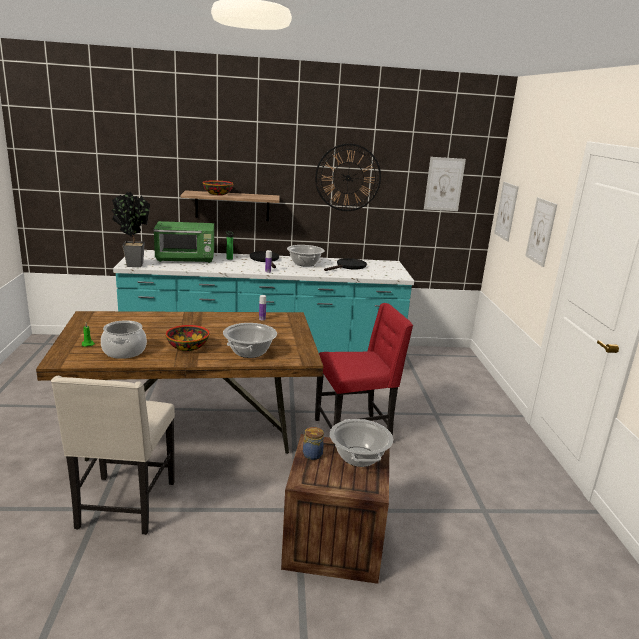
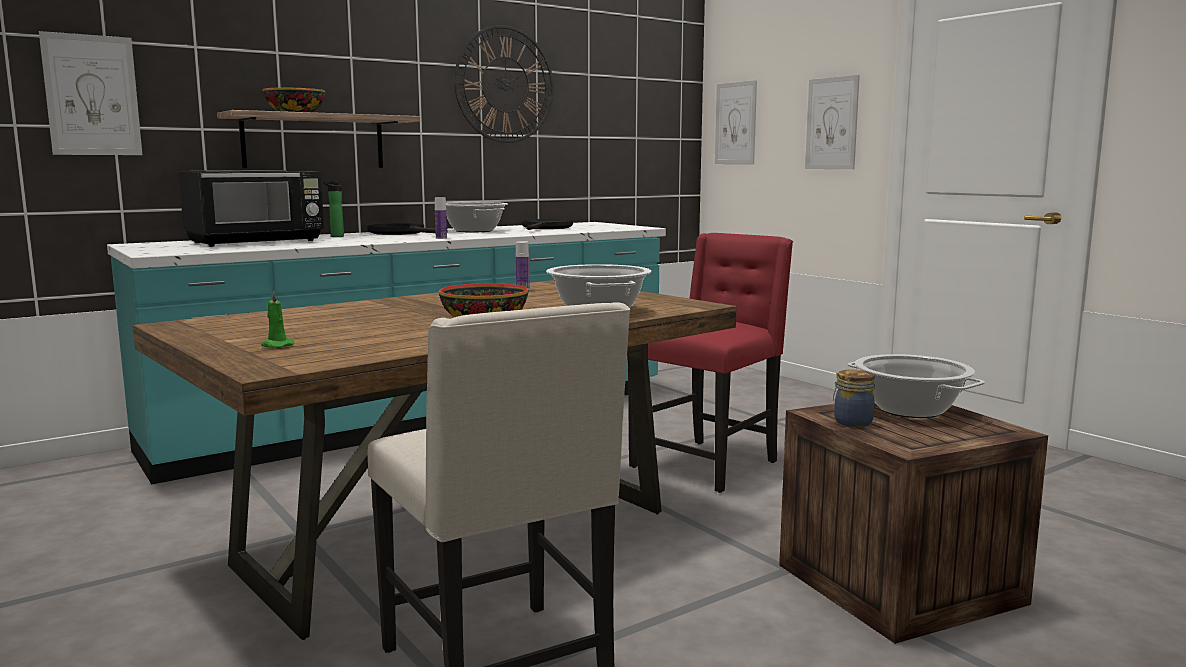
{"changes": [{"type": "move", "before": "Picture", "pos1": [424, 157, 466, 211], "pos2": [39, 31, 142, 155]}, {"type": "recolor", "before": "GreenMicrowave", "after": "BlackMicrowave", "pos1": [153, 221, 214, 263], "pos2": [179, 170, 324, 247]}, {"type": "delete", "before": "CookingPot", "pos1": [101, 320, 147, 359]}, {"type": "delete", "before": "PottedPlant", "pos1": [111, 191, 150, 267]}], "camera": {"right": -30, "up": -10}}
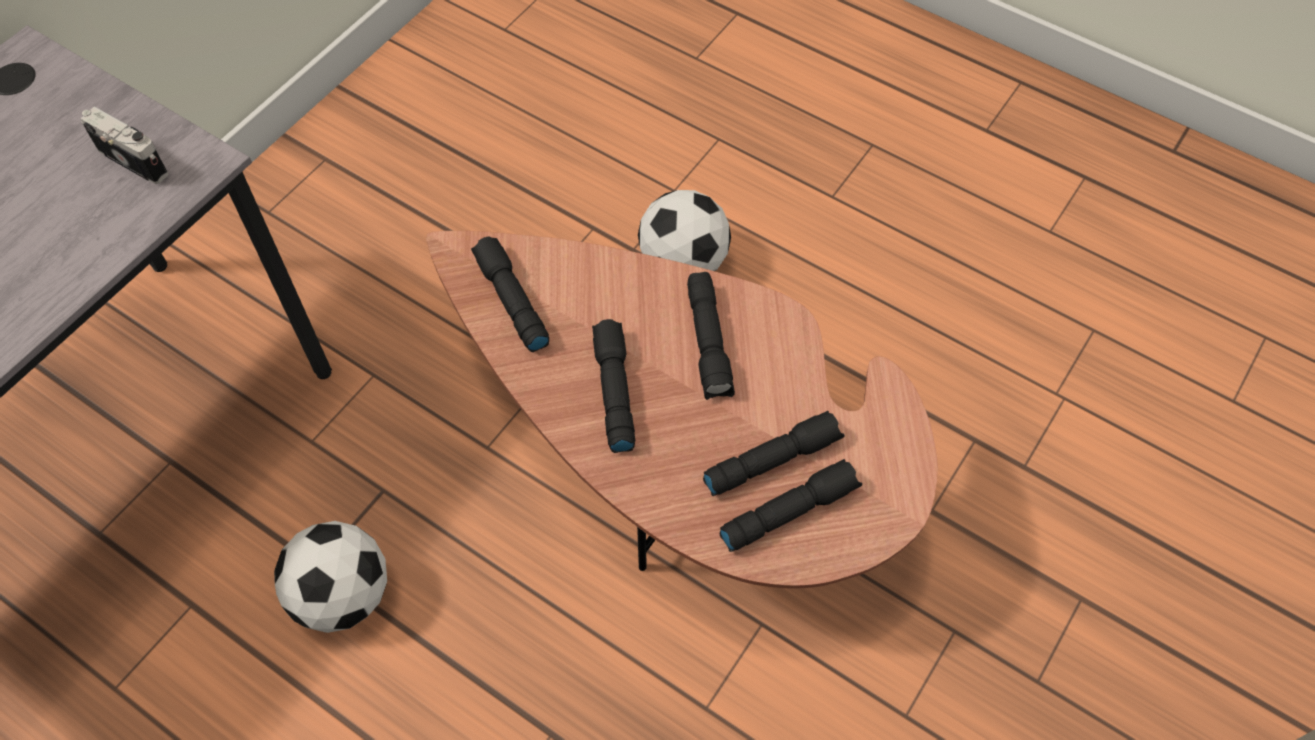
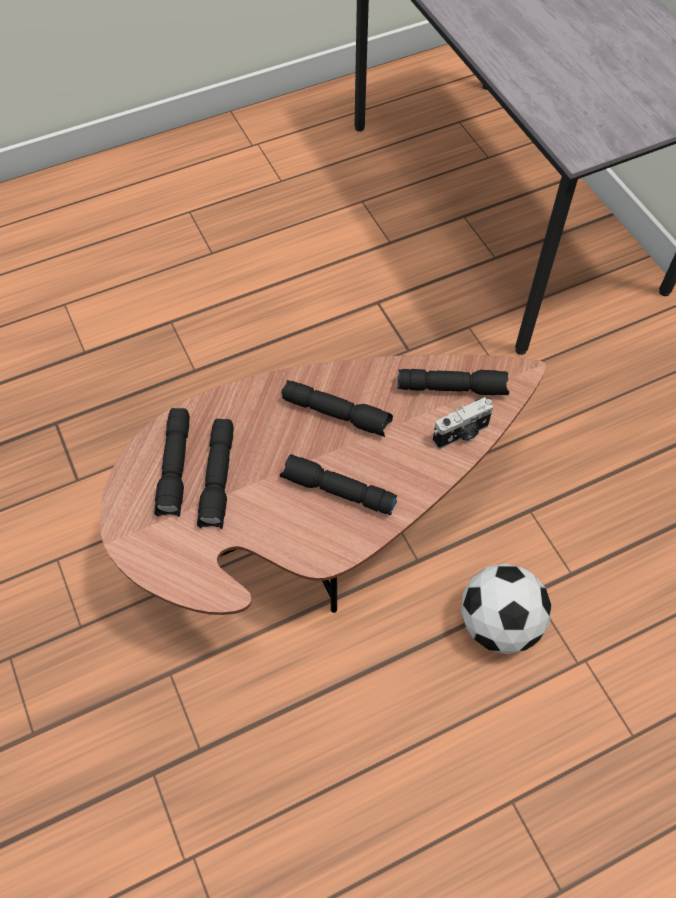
{"changes": [{"type": "move", "before": "PhotoCamera", "pos1": [80, 106, 168, 184], "pos2": [433, 397, 493, 449]}, {"type": "delete", "before": "Football", "pos1": [274, 521, 387, 633]}], "camera": {"right": 120, "up": 0}}
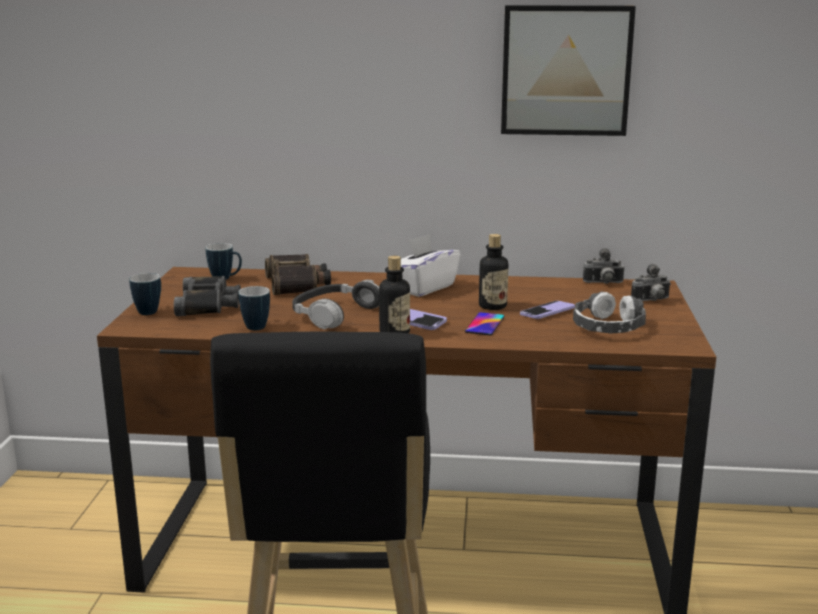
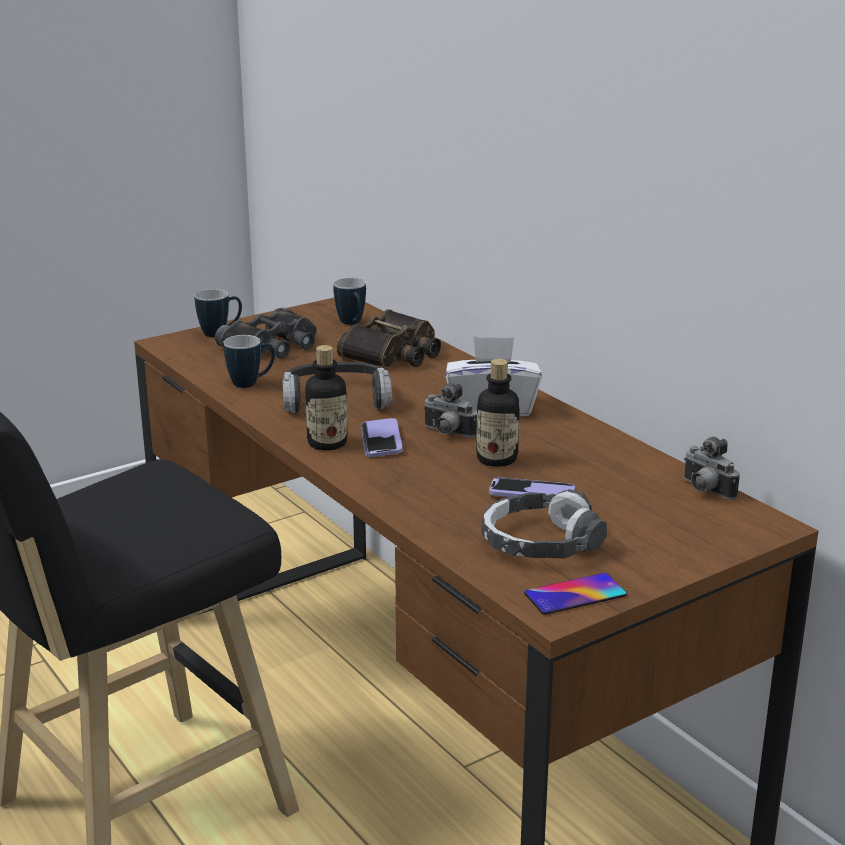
{"changes": [{"type": "move", "before": "PhotoCamera", "pos1": [631, 264, 671, 301], "pos2": [423, 383, 477, 438]}, {"type": "move", "before": "Phone", "pos1": [465, 312, 504, 335], "pos2": [524, 573, 627, 615]}, {"type": "delete", "before": "Picture", "pos1": [501, 5, 636, 136]}], "camera": {"right": 50, "up": 5}}
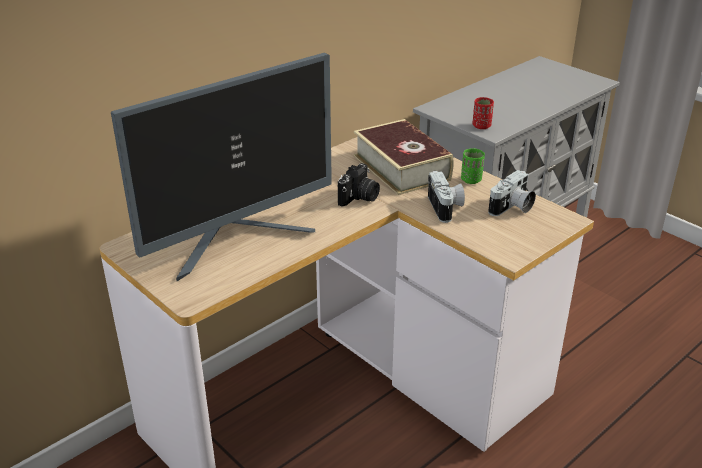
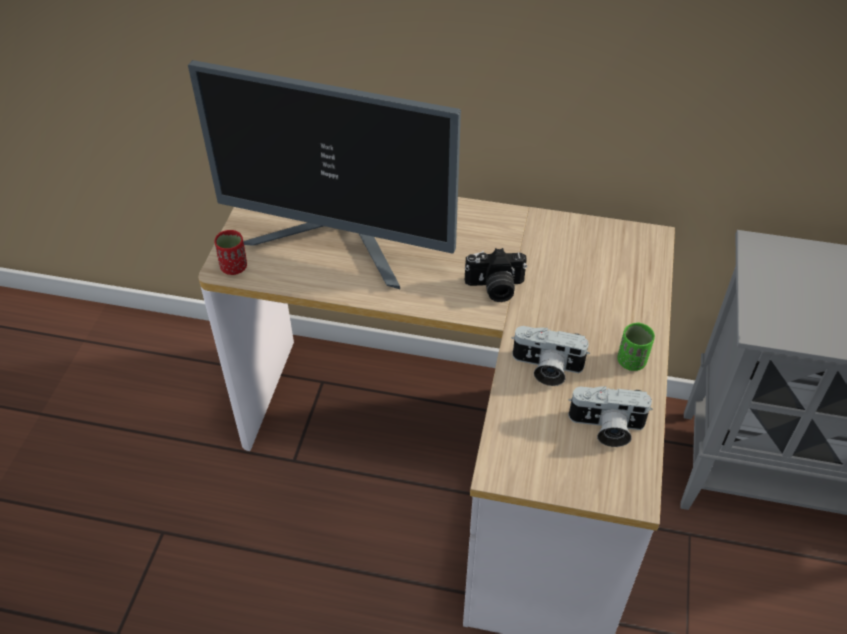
{"changes": [{"type": "move", "before": "RedCup", "pos1": [473, 97, 494, 129], "pos2": [214, 230, 247, 275]}, {"type": "rotate", "before": "PhotoCamera", "pos1": [428, 171, 465, 223], "pos2": [512, 326, 590, 386], "turn": 60}, {"type": "delete", "before": "Book", "pos1": [354, 119, 453, 195]}], "camera": {"right": 55, "up": 15}}
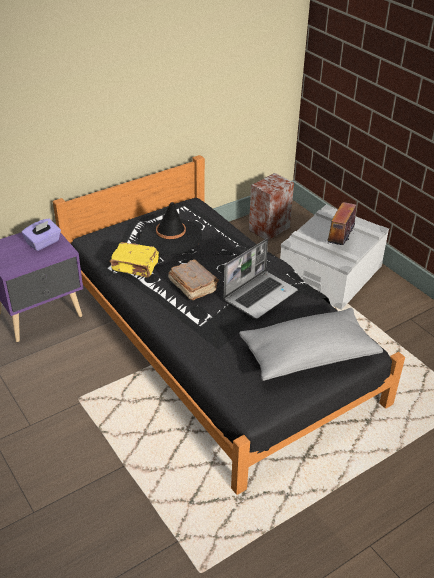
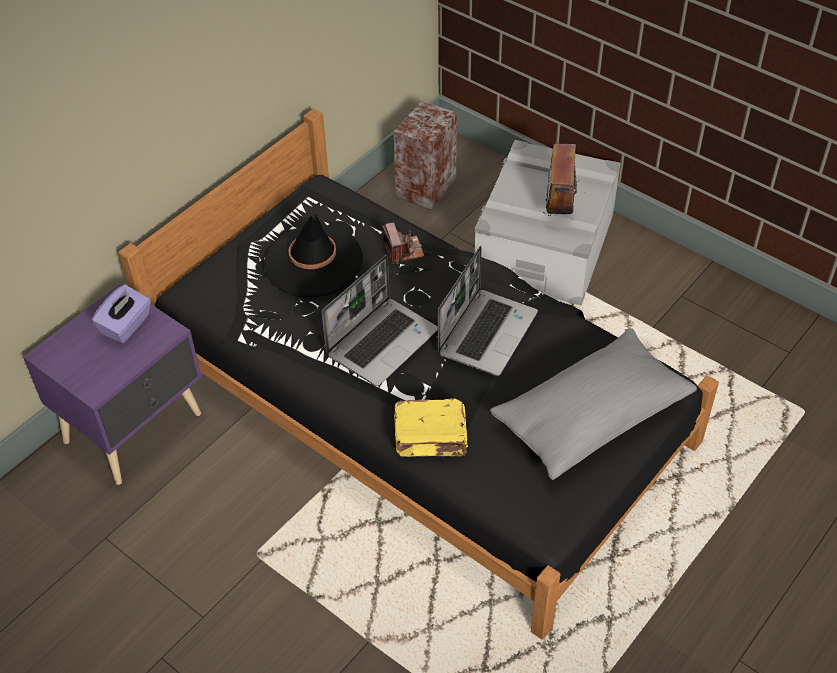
{"changes": [{"type": "replace", "before": "BrownBook", "after": "Laptop", "pos1": [168, 259, 219, 300], "pos2": [322, 255, 438, 386]}, {"type": "insert", "after": "PhotoCamera", "pos2": [382, 223, 424, 264]}, {"type": "move", "before": "YellowBook", "pos1": [110, 242, 159, 278], "pos2": [394, 398, 468, 457]}], "camera": {"right": -15, "up": 10}}
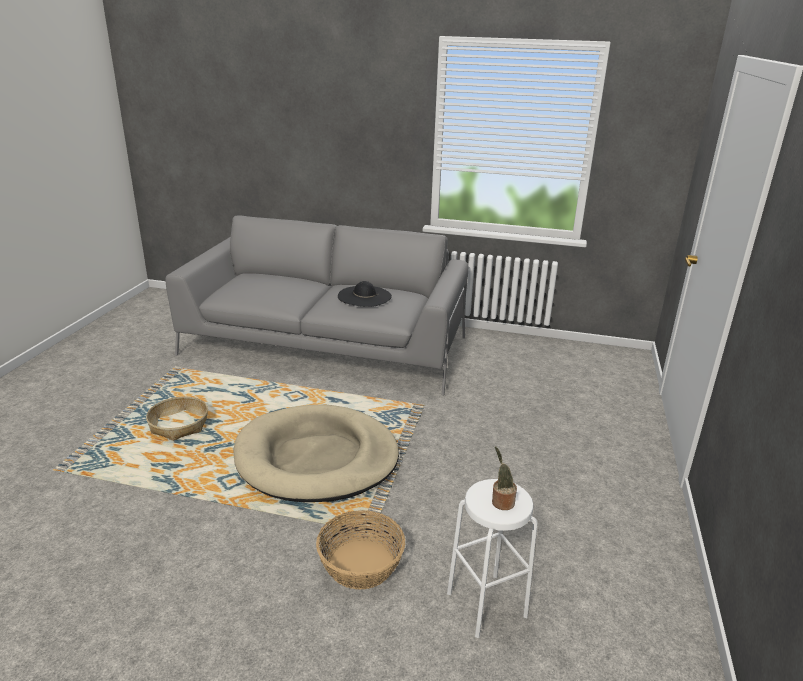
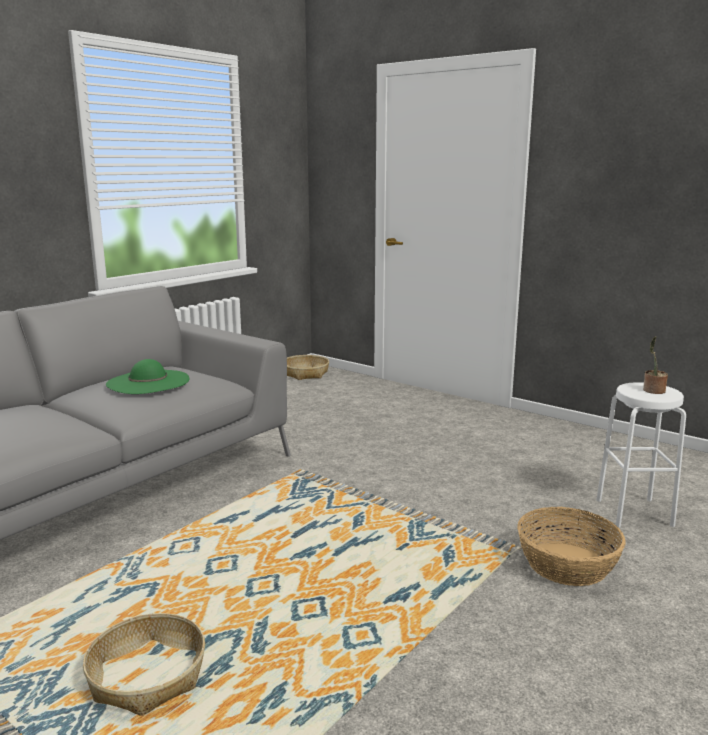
{"changes": [{"type": "recolor", "before": "BlackHat", "after": "GreenHat", "pos1": [338, 281, 392, 307], "pos2": [106, 359, 189, 394]}, {"type": "insert", "after": "Basket", "pos2": [287, 355, 329, 380]}, {"type": "delete", "before": "BeigeDogBed", "pos1": [234, 405, 399, 502]}], "camera": {"right": -65, "up": -10}}
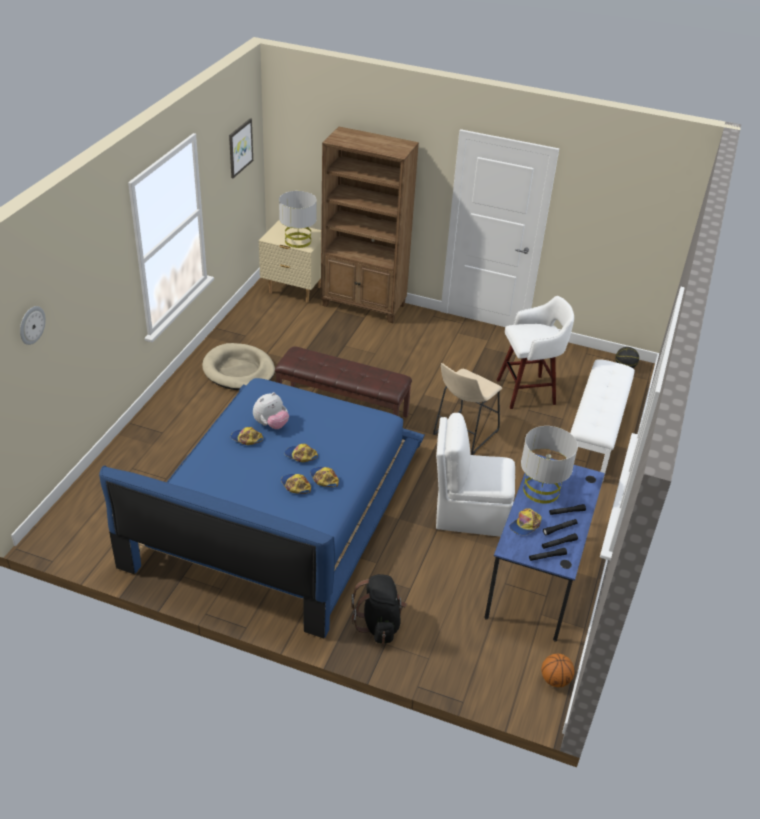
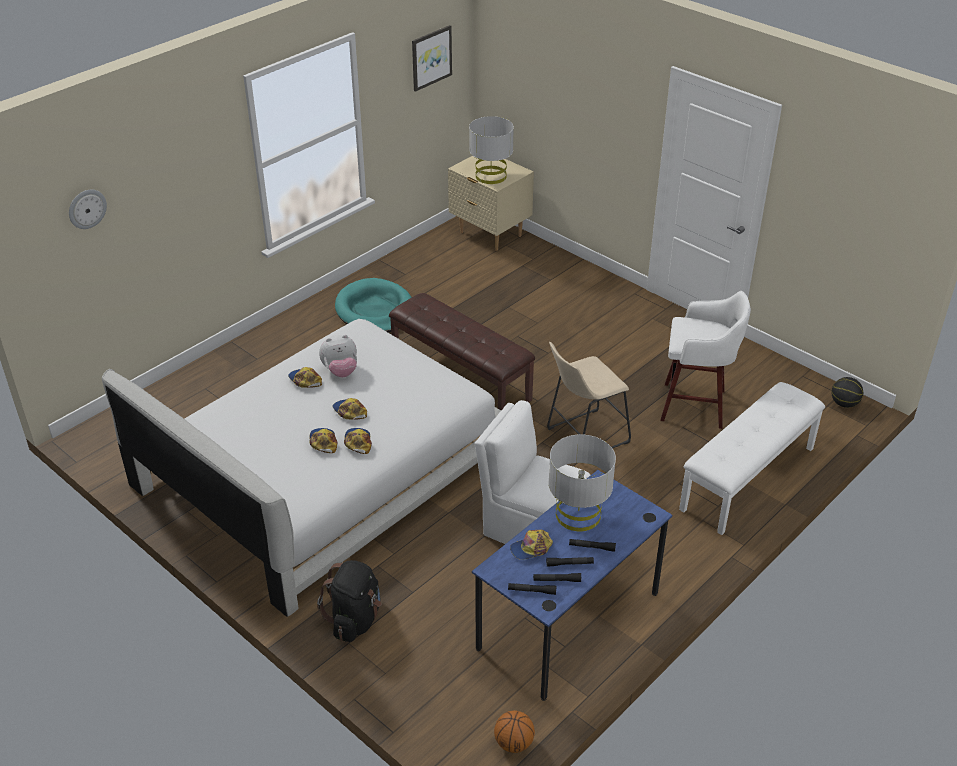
{"changes": [{"type": "recolor", "before": "BlueBed", "after": "WhiteBed", "pos1": [99, 378, 425, 638], "pos2": [102, 319, 501, 617]}, {"type": "recolor", "before": "BeigeDogBed", "after": "TurquoiseDogBed", "pos1": [202, 343, 275, 390], "pos2": [335, 278, 412, 332]}, {"type": "delete", "before": "BrownBookcase", "pos1": [321, 127, 419, 323]}], "camera": {"right": 25, "up": 0}}
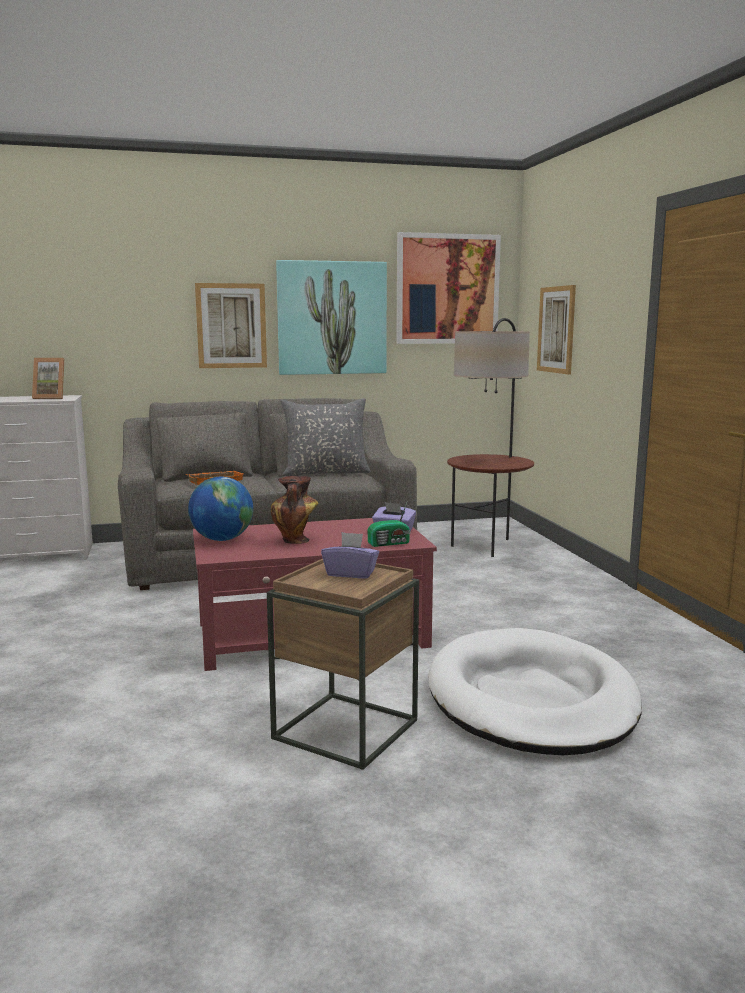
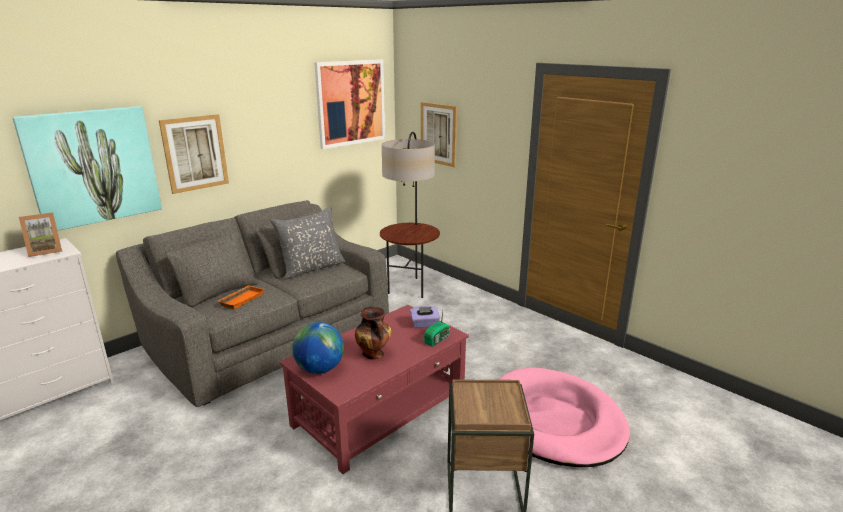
{"changes": [{"type": "move", "before": "Picture", "pos1": [276, 260, 387, 375], "pos2": [12, 106, 162, 231]}, {"type": "recolor", "before": "WhiteDogBed", "after": "PinkDogBed", "pos1": [428, 628, 642, 755], "pos2": [498, 367, 630, 467]}, {"type": "delete", "before": "PurpleTissueBox", "pos1": [321, 532, 379, 579]}], "camera": {"right": -30, "up": 10}}
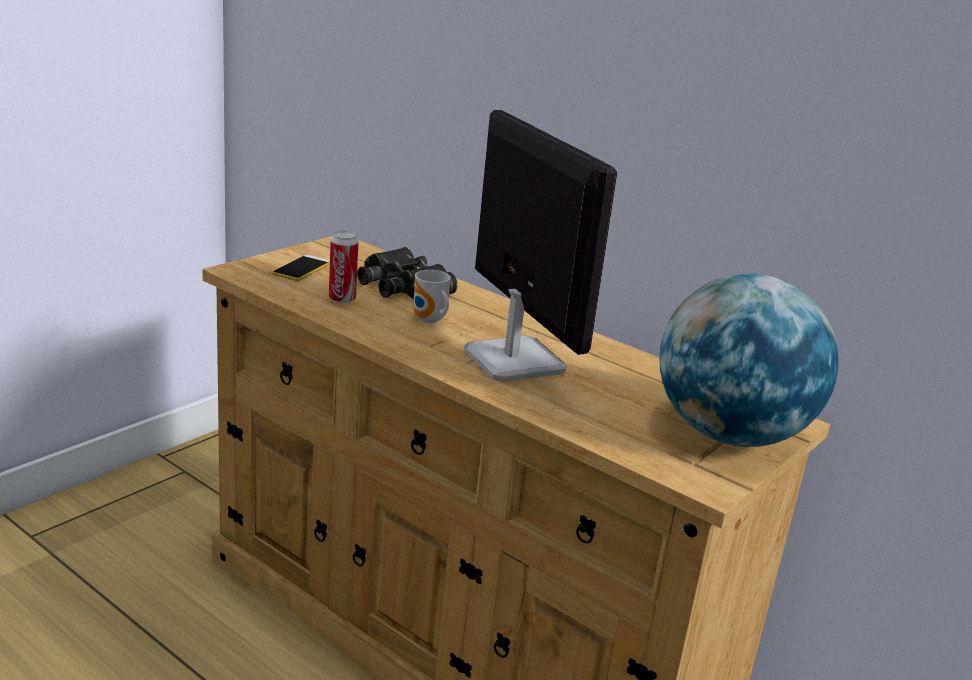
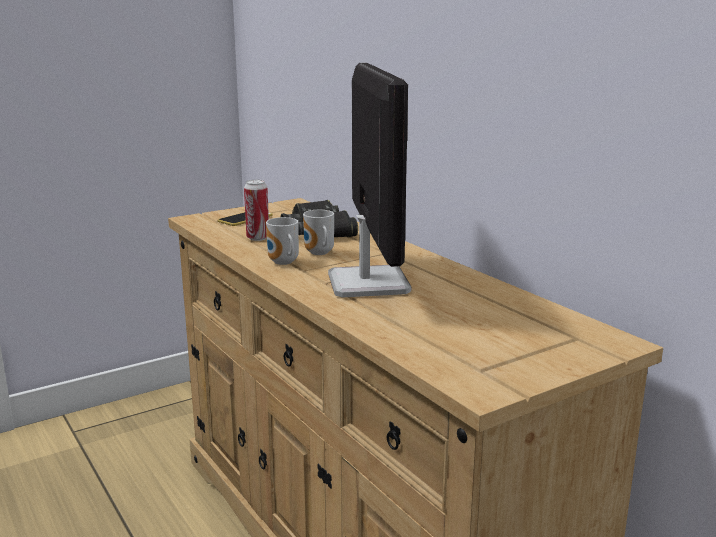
{"changes": [{"type": "insert", "after": "Mug", "pos2": [266, 217, 299, 265]}, {"type": "delete", "before": "Globe", "pos1": [659, 274, 838, 447]}], "camera": {"right": 20, "up": -5}}
